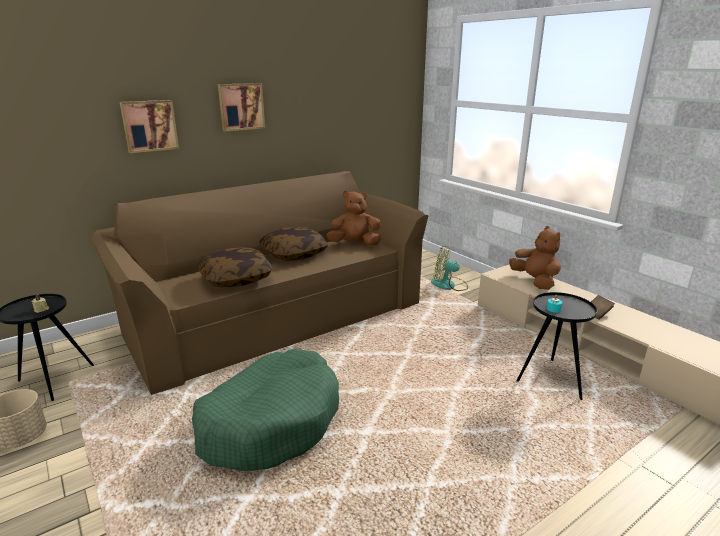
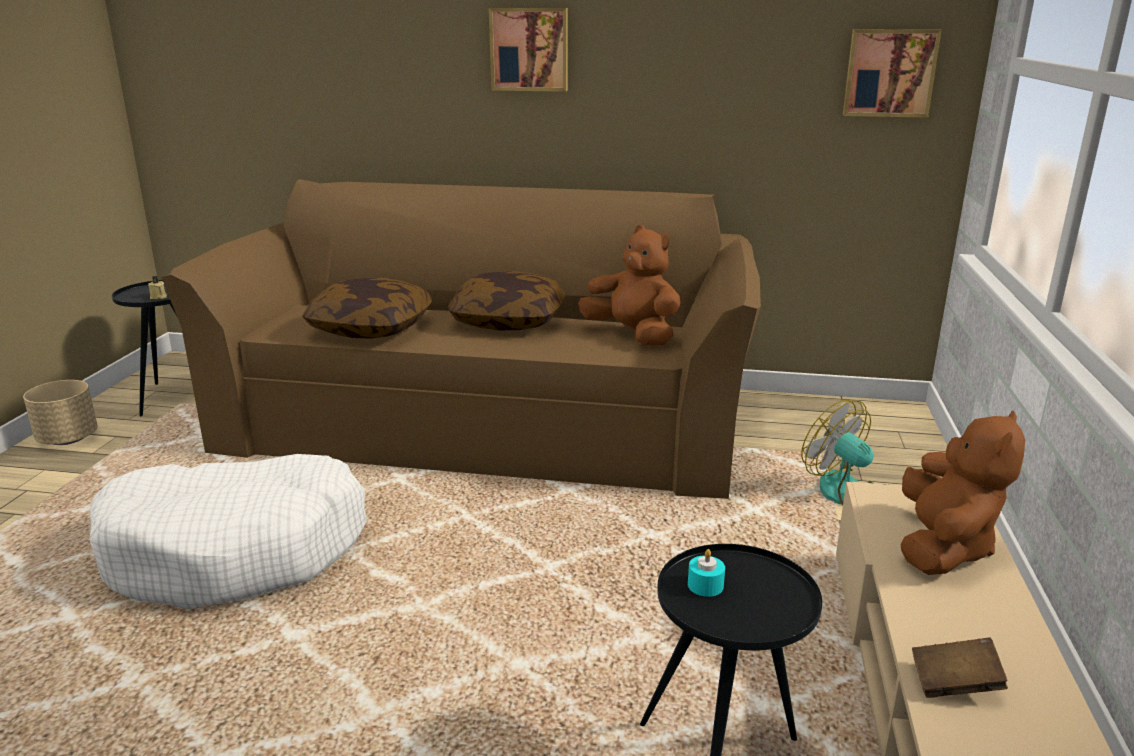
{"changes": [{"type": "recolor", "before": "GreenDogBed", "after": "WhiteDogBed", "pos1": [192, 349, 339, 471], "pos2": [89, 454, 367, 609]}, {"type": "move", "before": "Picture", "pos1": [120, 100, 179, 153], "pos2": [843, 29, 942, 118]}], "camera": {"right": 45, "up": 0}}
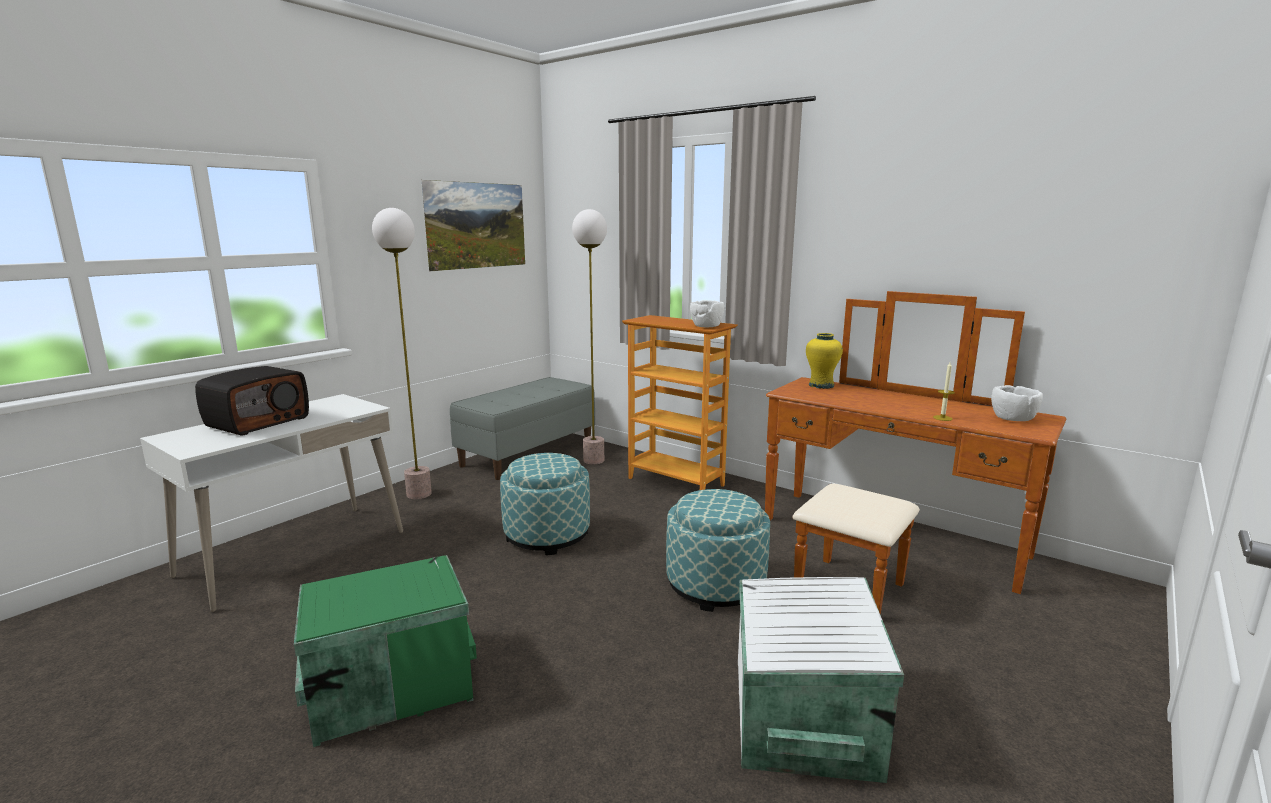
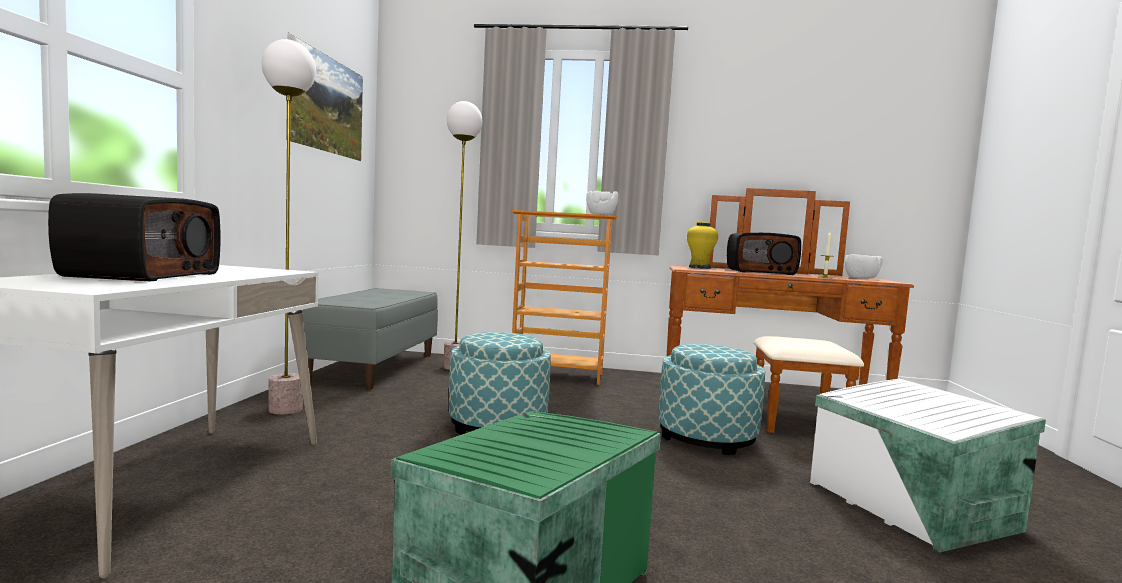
{"changes": [{"type": "insert", "after": "Radio", "pos2": [727, 233, 801, 275]}], "camera": {"right": -30, "up": -10}}
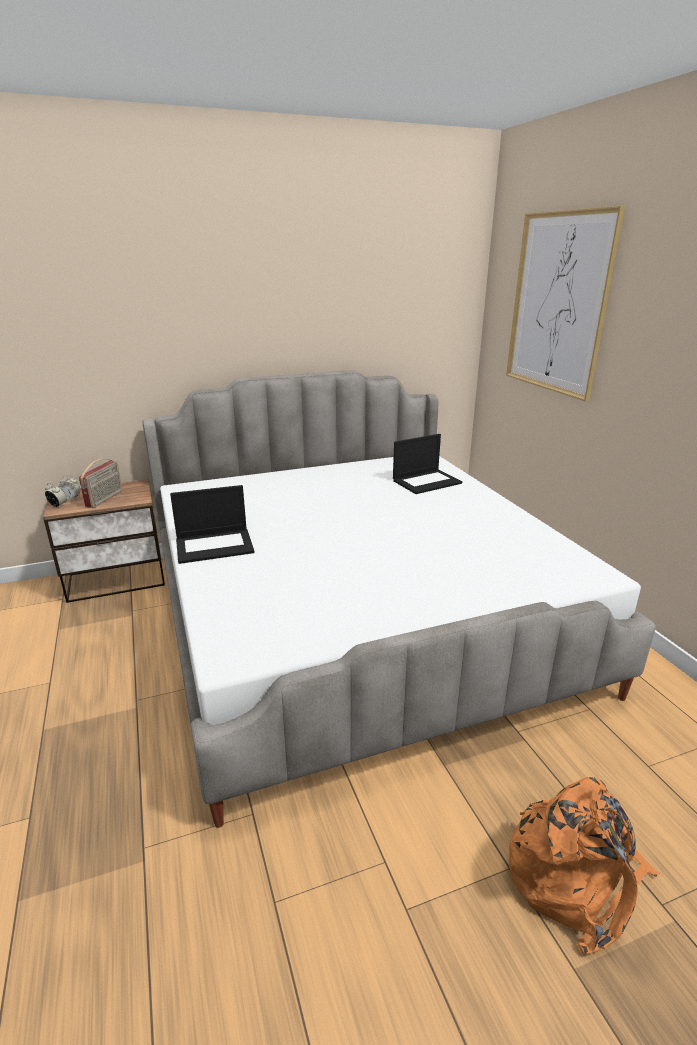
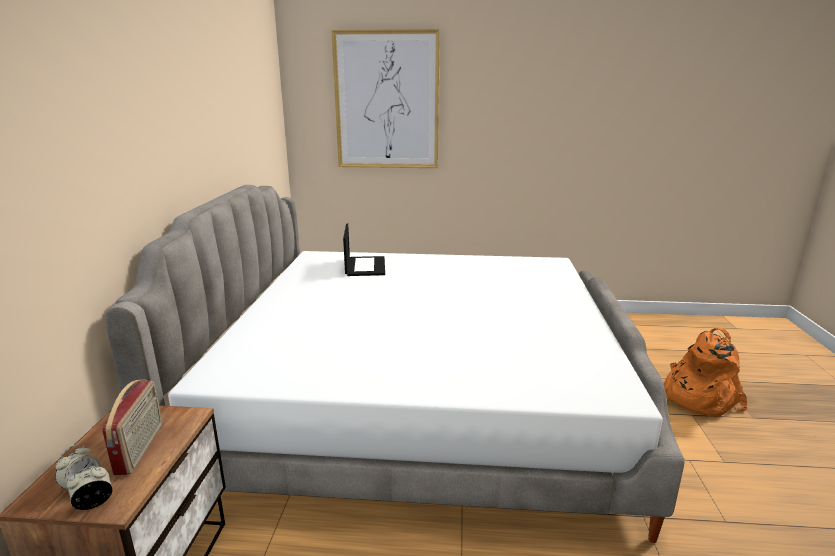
{"changes": [{"type": "rotate", "before": "Radio", "pos1": [79, 459, 122, 508], "pos2": [102, 379, 162, 475], "turn": 45}, {"type": "delete", "before": "Laptop", "pos1": [170, 485, 254, 564]}], "camera": {"right": -65, "up": -5}}
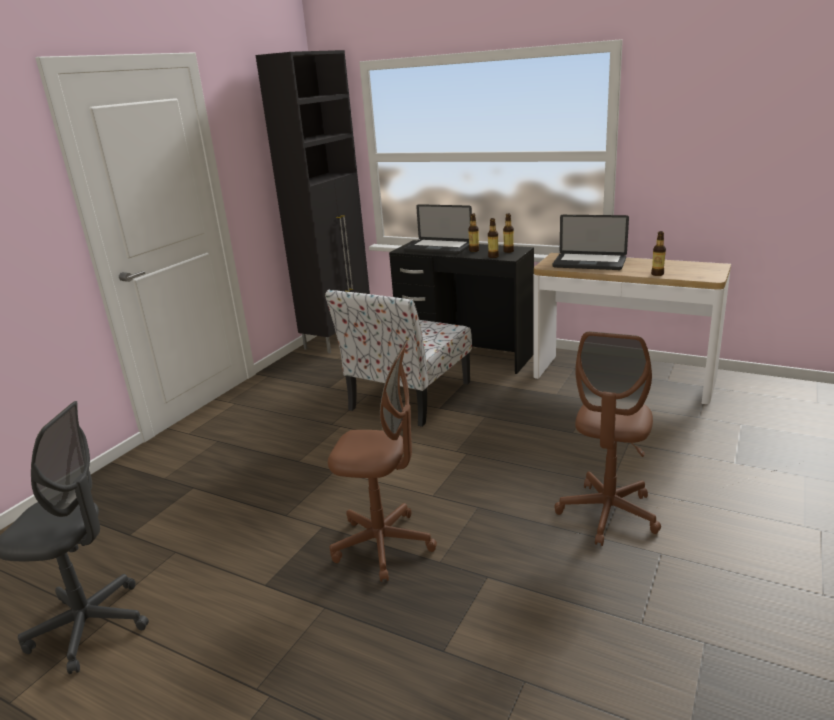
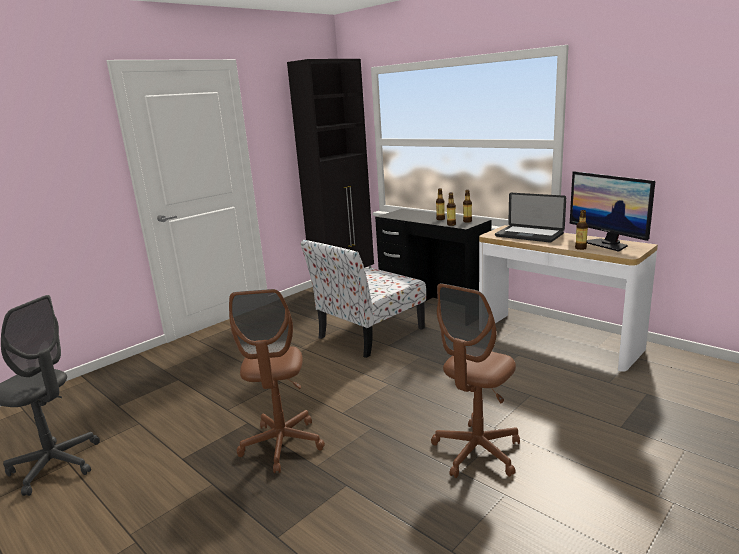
{"changes": [{"type": "rotate", "before": "BrownOfficeChair", "pos1": [328, 340, 437, 582], "pos2": [229, 289, 325, 473], "turn": 60}, {"type": "insert", "after": "Monitor", "pos2": [570, 171, 655, 252]}, {"type": "delete", "before": "Laptop", "pos1": [404, 204, 472, 254]}], "camera": {"right": 15, "up": -5}}
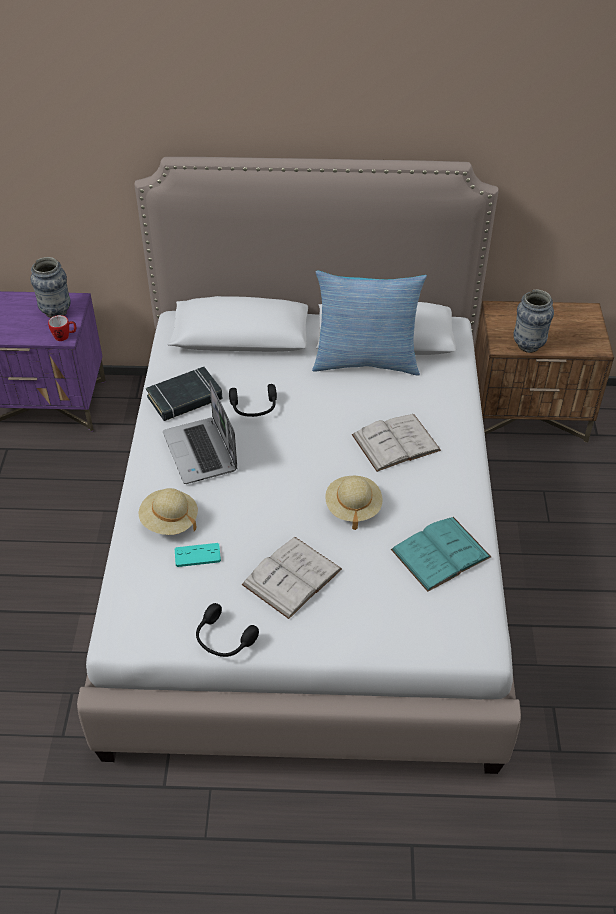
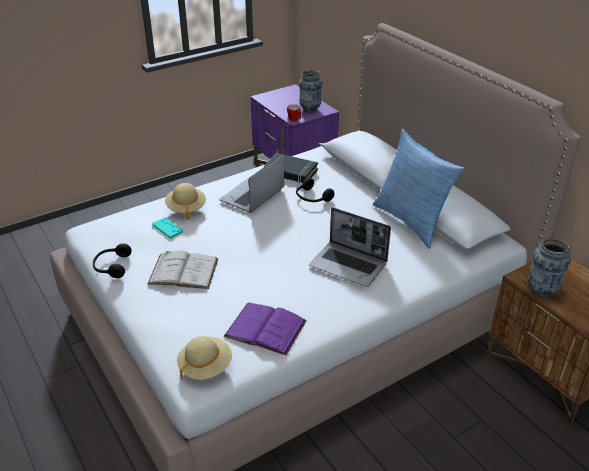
{"changes": [{"type": "move", "before": "BeigeHat", "pos1": [325, 476, 383, 530], "pos2": [177, 336, 232, 380]}, {"type": "recolor", "before": "TurquoiseBook", "after": "PurpleBook", "pos1": [391, 517, 491, 592], "pos2": [224, 303, 307, 356]}, {"type": "replace", "before": "WhiteBook", "after": "Laptop", "pos1": [352, 414, 441, 472], "pos2": [309, 207, 391, 287]}], "camera": {"right": 55, "up": -10}}
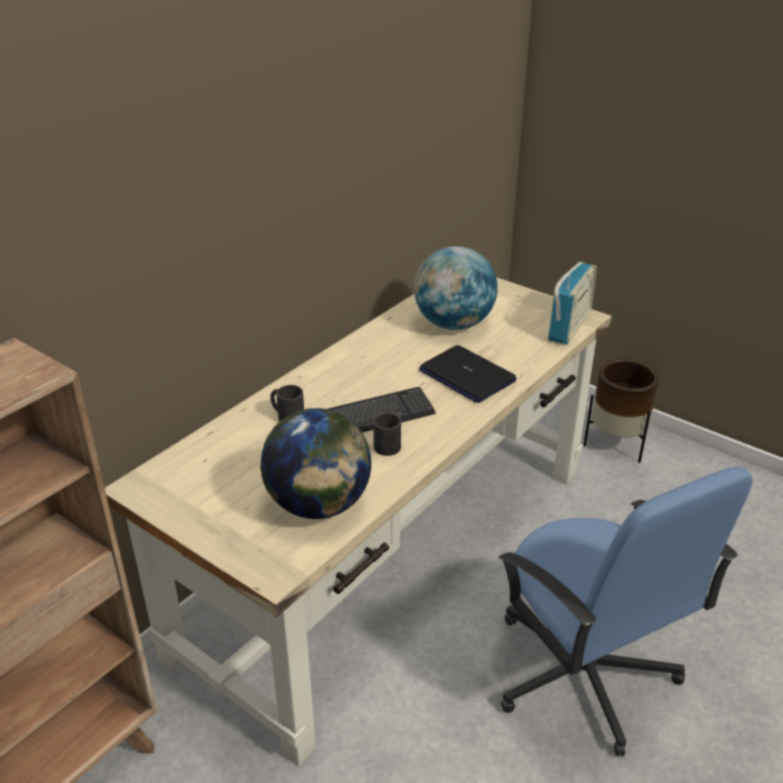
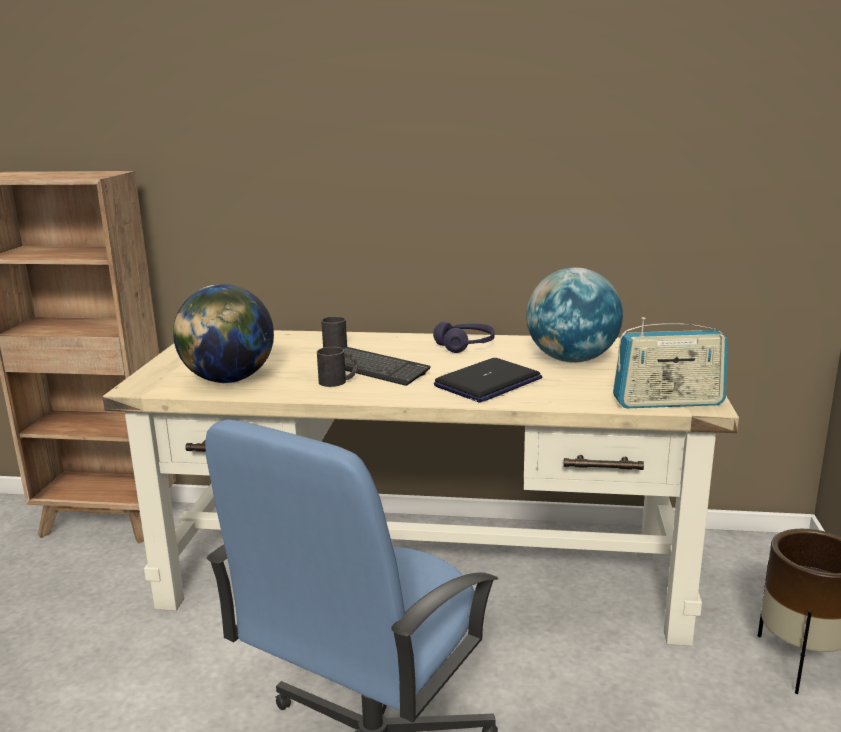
{"changes": [{"type": "insert", "after": "PurpleHeadphones", "pos2": [433, 322, 495, 353]}, {"type": "rotate", "before": "Laptop", "pos1": [419, 345, 517, 403], "pos2": [434, 358, 542, 403], "turn": -150}], "camera": {"right": 60, "up": -15}}
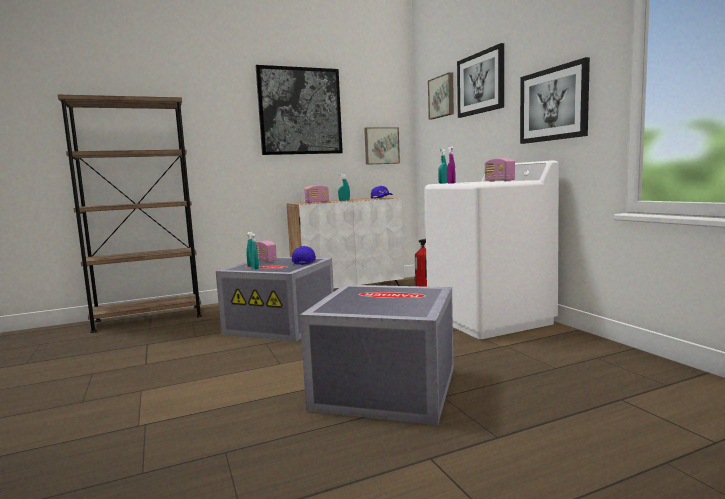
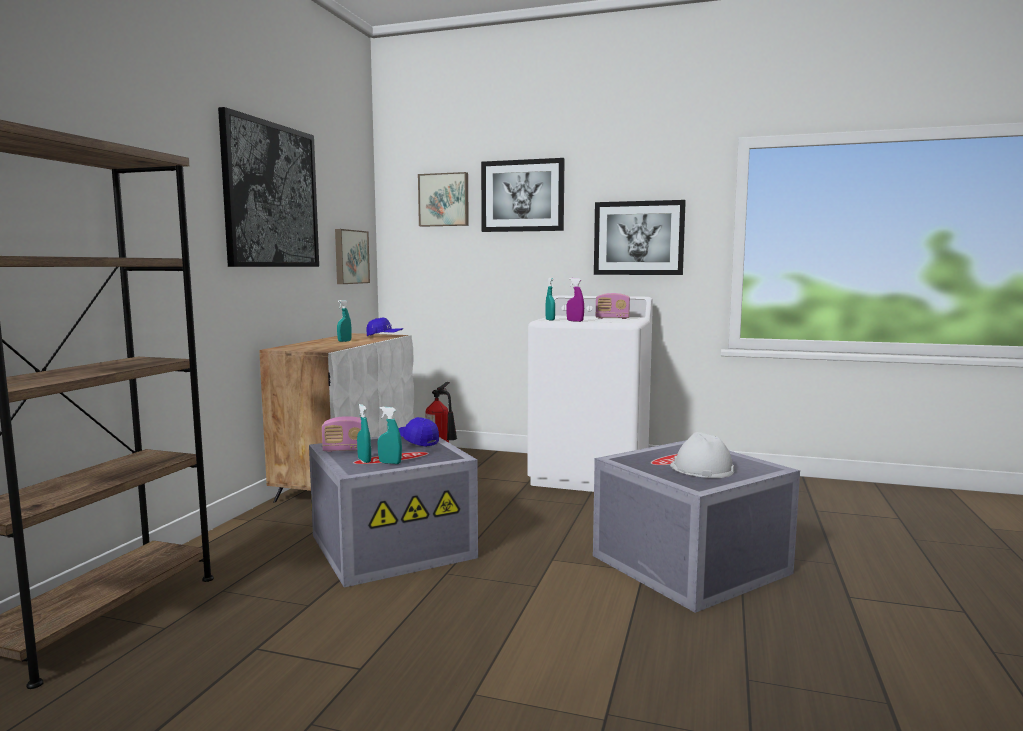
{"changes": [{"type": "insert", "after": "WhiteHardHat", "pos2": [670, 432, 734, 478]}, {"type": "delete", "before": "Radio", "pos1": [304, 185, 329, 204]}], "camera": {"right": -50, "up": 0}}
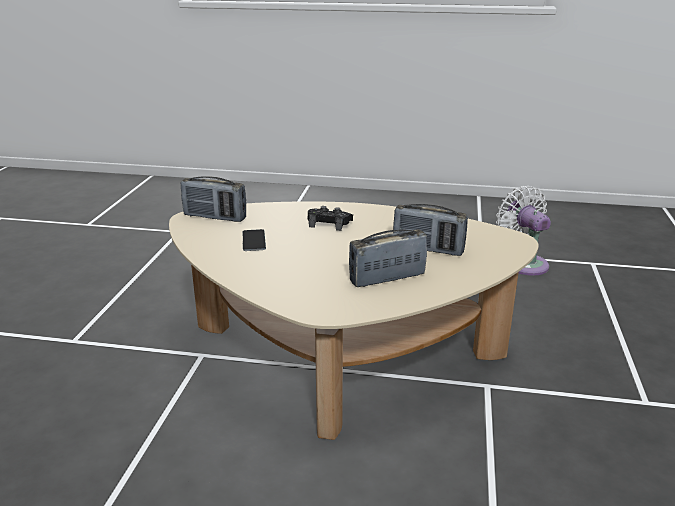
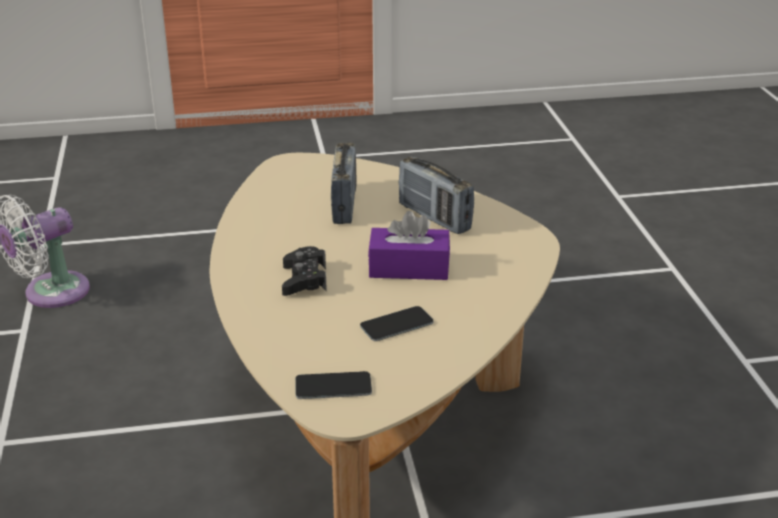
{"changes": [{"type": "replace", "before": "Radio", "after": "Phone", "pos1": [181, 176, 246, 222], "pos2": [295, 371, 372, 399]}, {"type": "insert", "after": "PurpleTissueBox", "pos2": [368, 211, 450, 280]}], "camera": {"right": -110, "up": 5}}
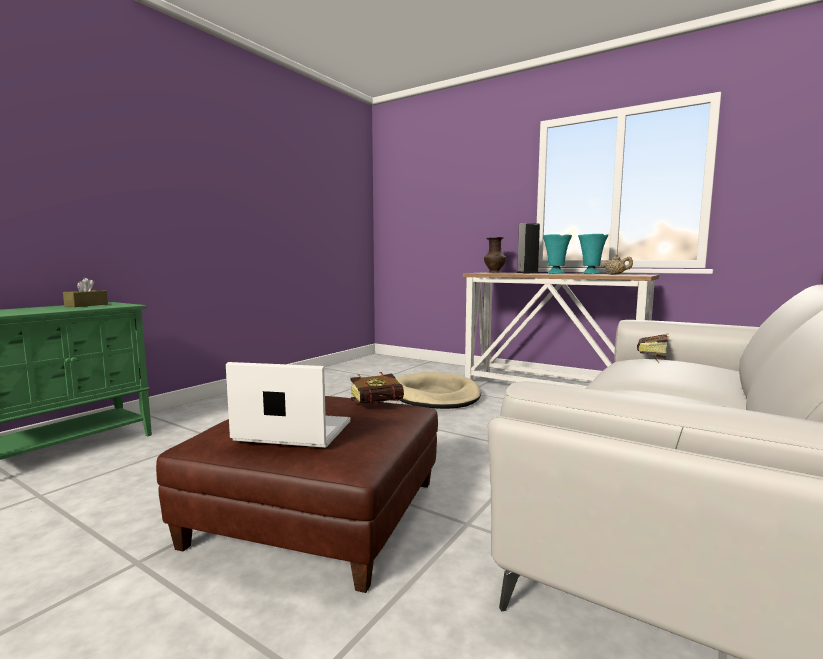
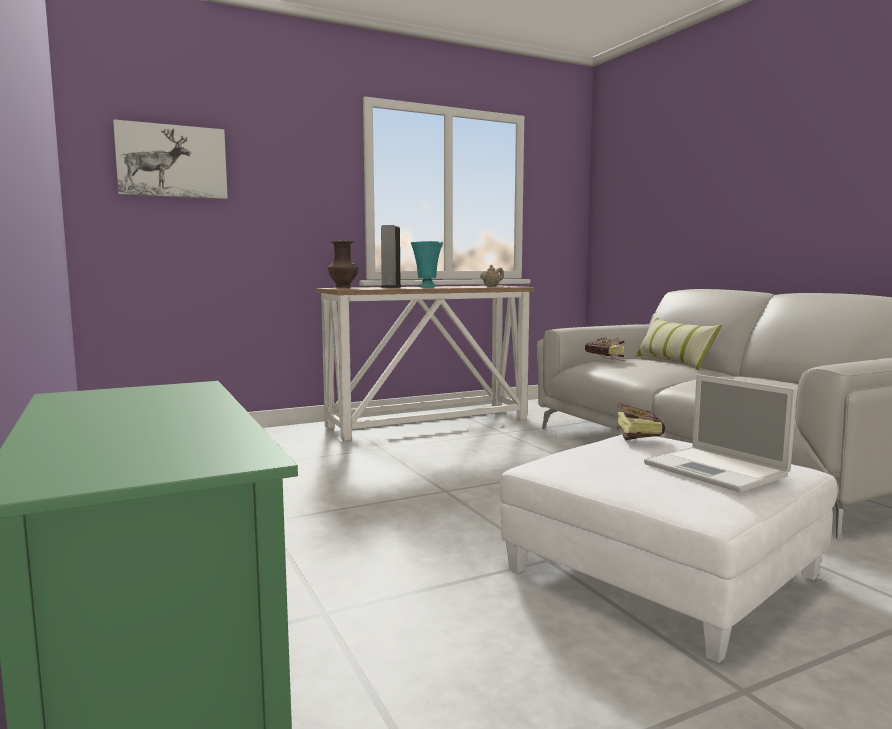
{"changes": [{"type": "insert", "after": "Picture", "pos2": [113, 119, 228, 199]}, {"type": "recolor", "before": "BrownOttoman", "after": "WhiteOttoman", "pos1": [156, 396, 438, 593], "pos2": [500, 435, 837, 663]}, {"type": "insert", "after": "Pillow", "pos2": [635, 317, 722, 370]}, {"type": "rotate", "before": "Laptop", "pos1": [226, 362, 350, 448], "pos2": [644, 374, 797, 492], "turn": -75}, {"type": "delete", "before": "BrownTissueBox", "pos1": [63, 278, 108, 307]}, {"type": "delete", "before": "BeigeDogBed", "pos1": [396, 372, 481, 409]}, {"type": "delete", "before": "TurquoiseVase", "pos1": [578, 234, 608, 274]}], "camera": {"right": -60, "up": 0}}
